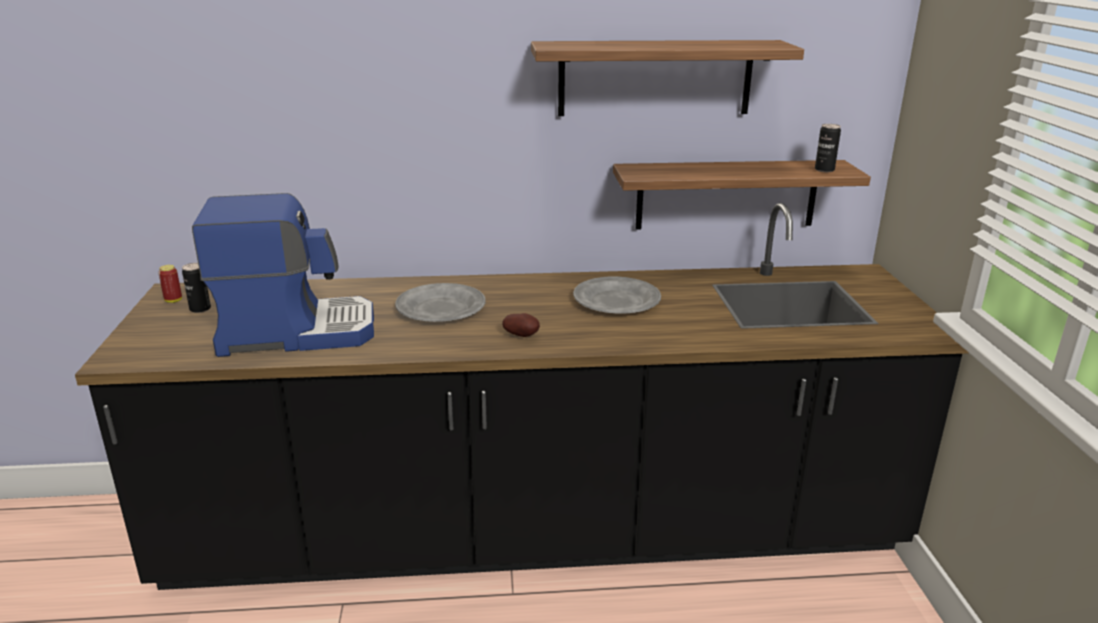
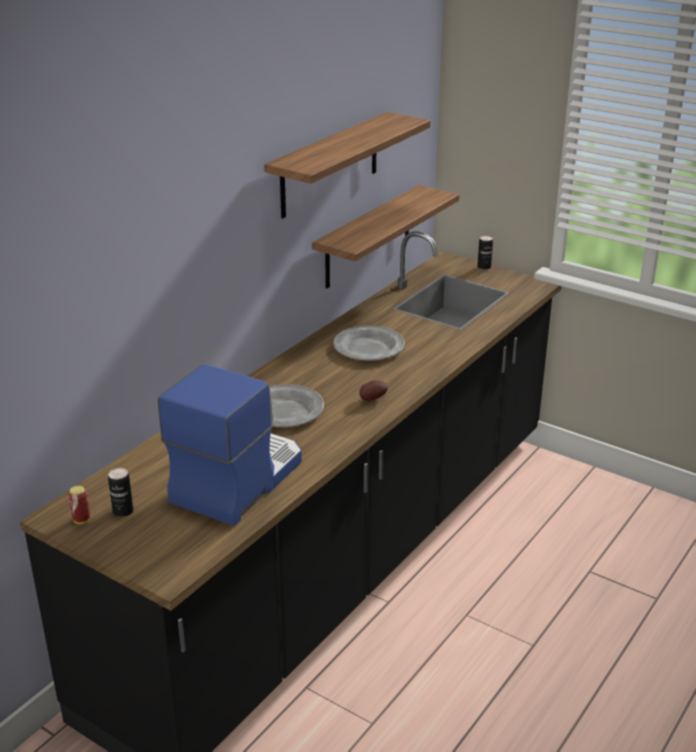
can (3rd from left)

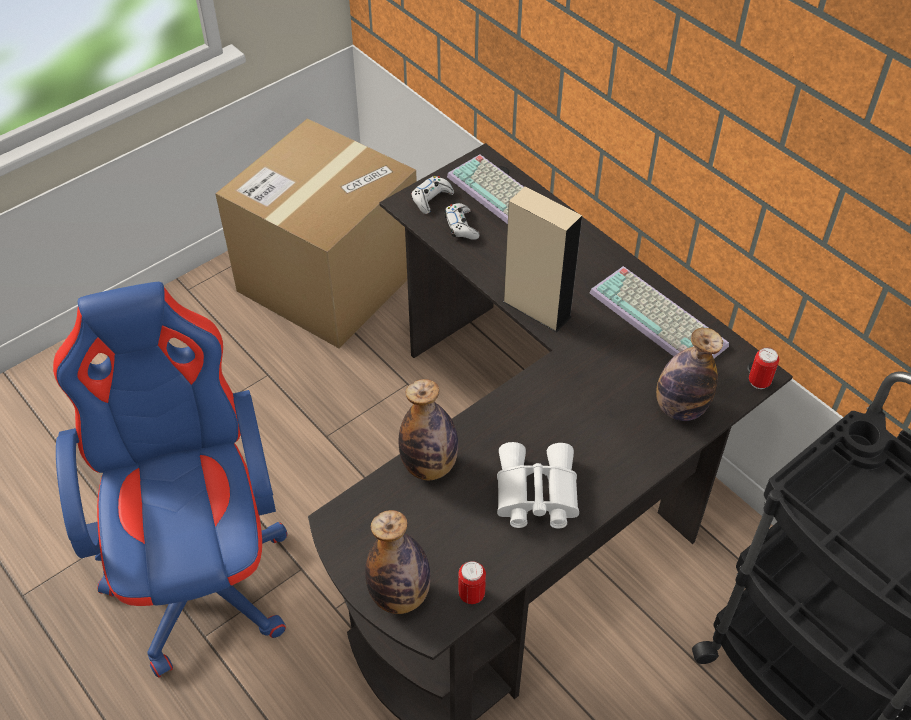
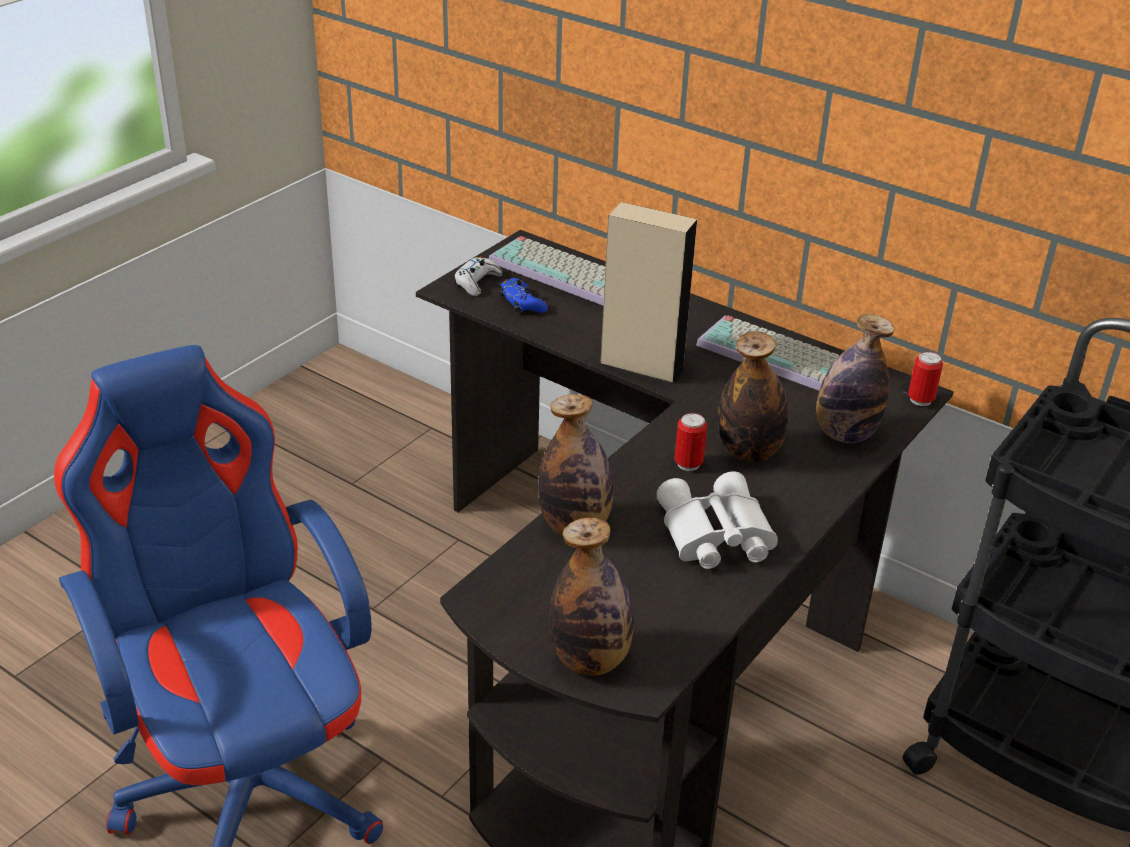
cardboard box
game controller/blue
can (1st from left)
bottle (3rd from left)

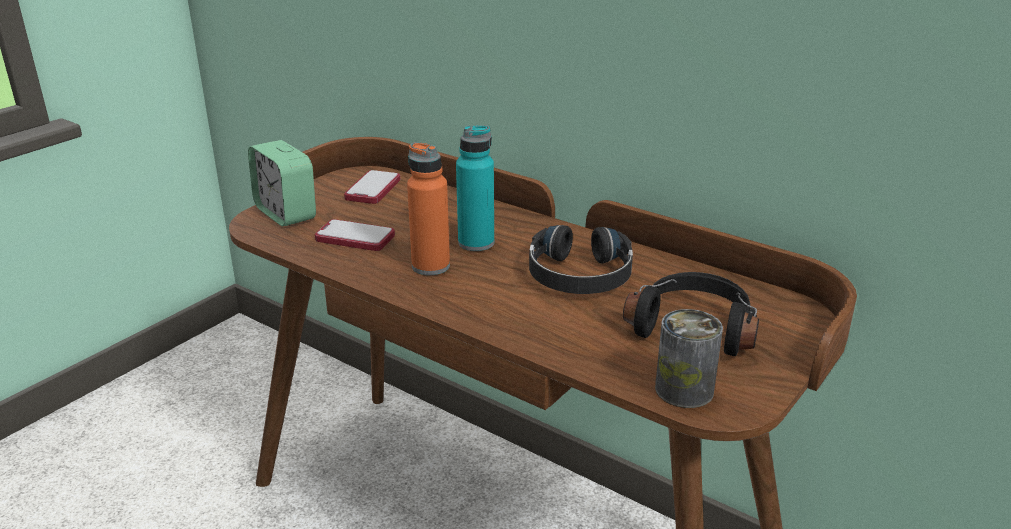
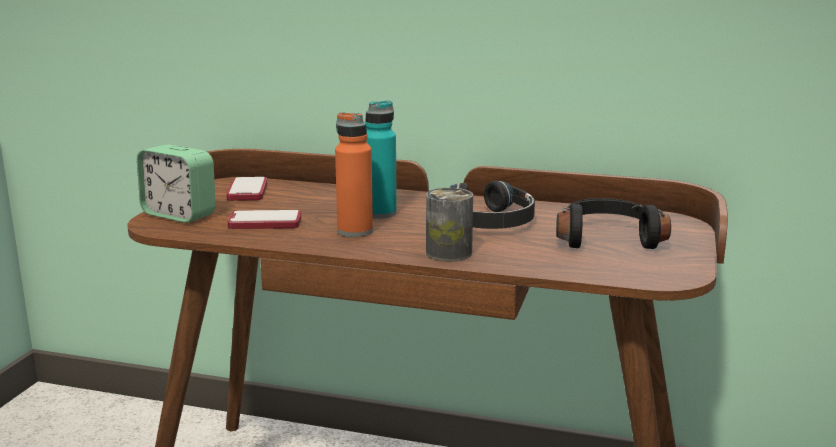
can

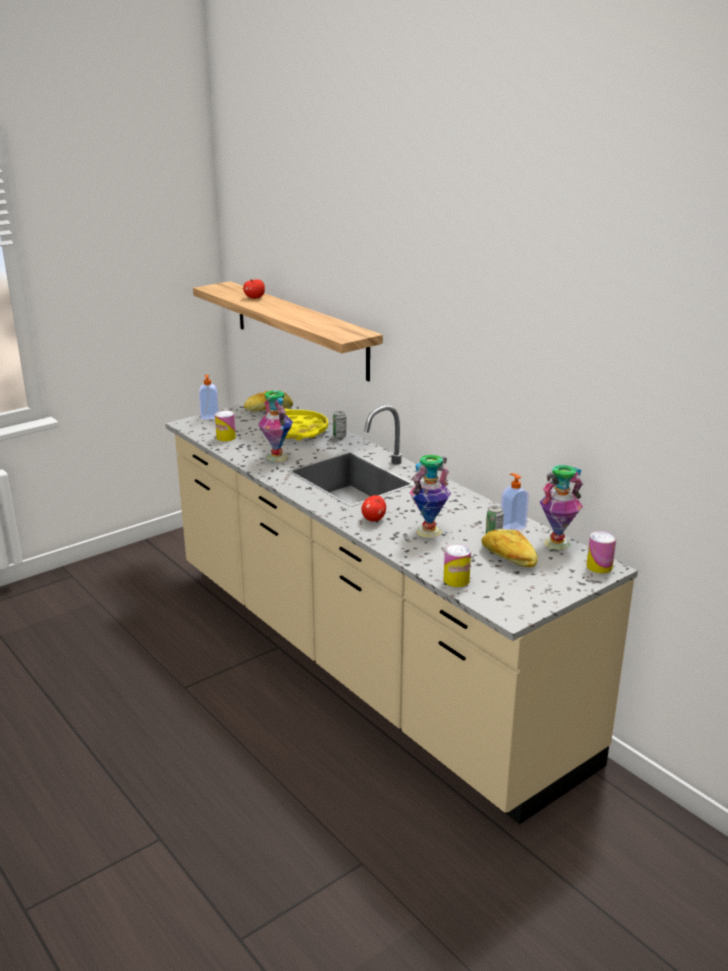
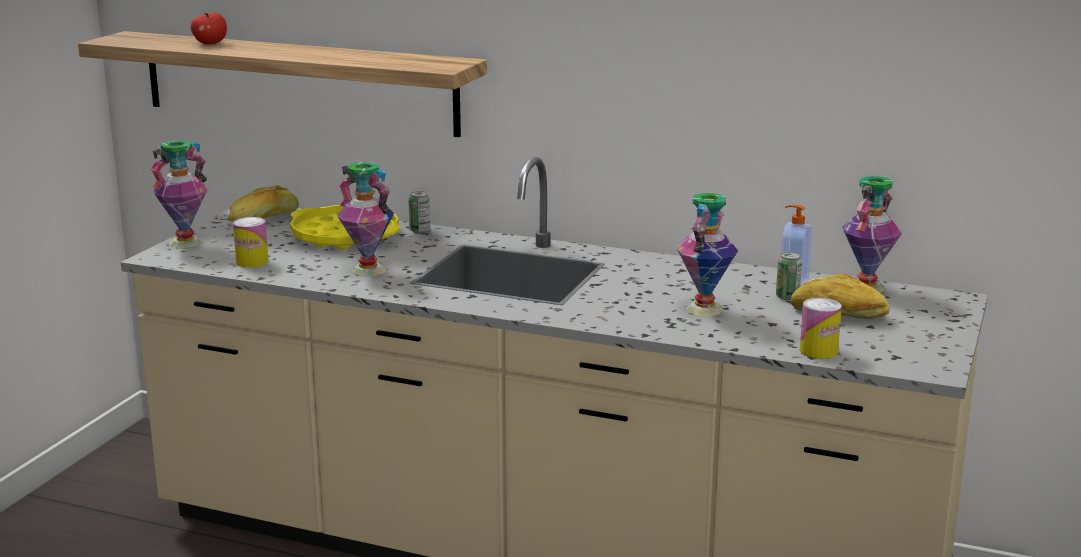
vase (1st from left)
apple (2nd from left in the first image)
can (5th from left in the first image)

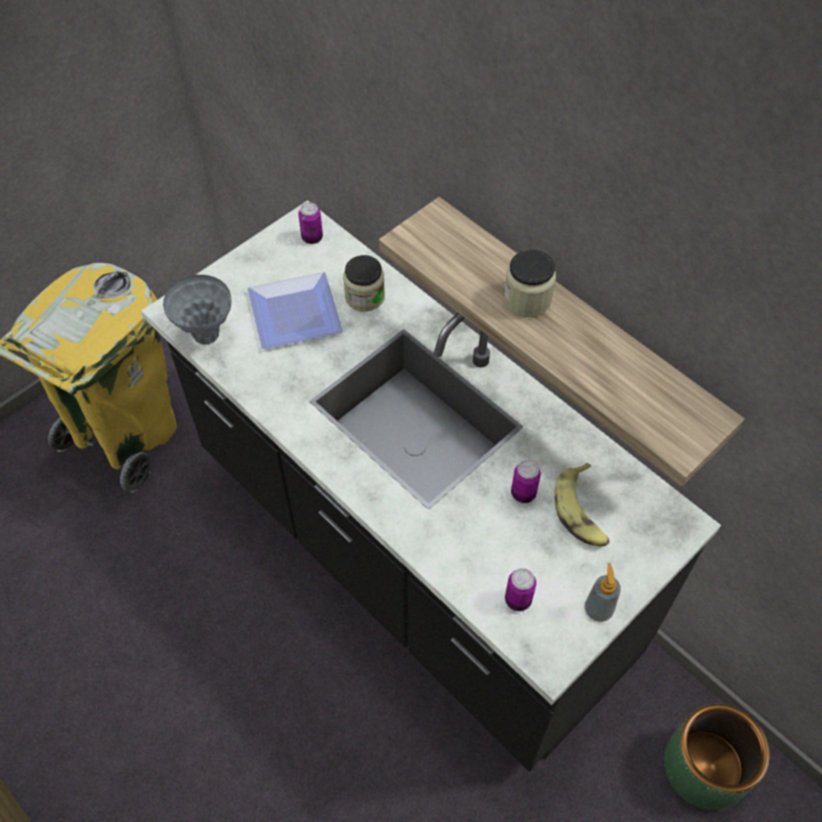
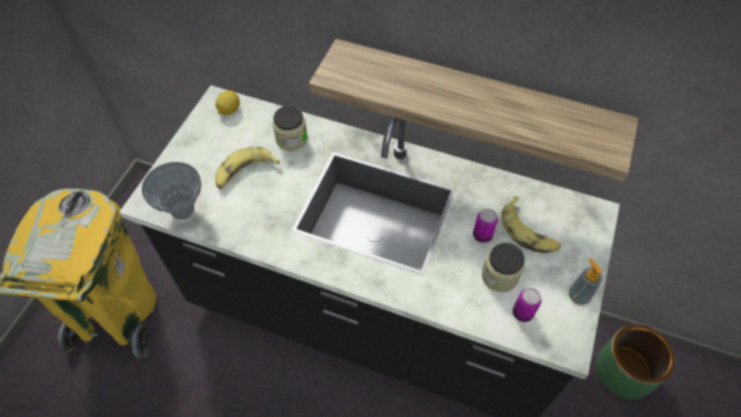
banana (1st from left)
lemon
jar (2nd from left)

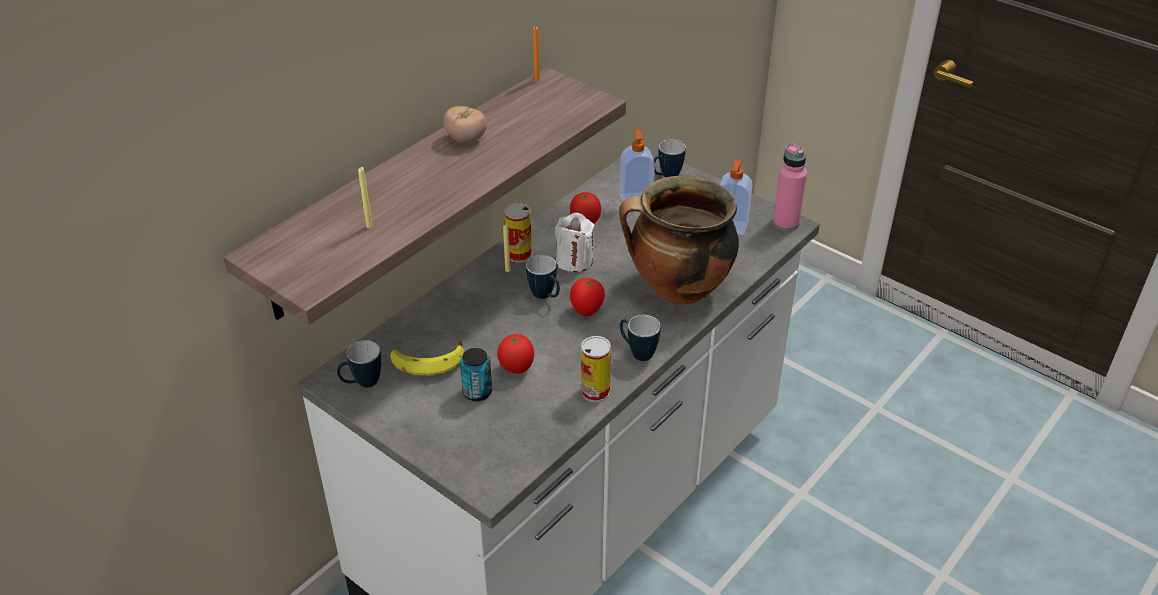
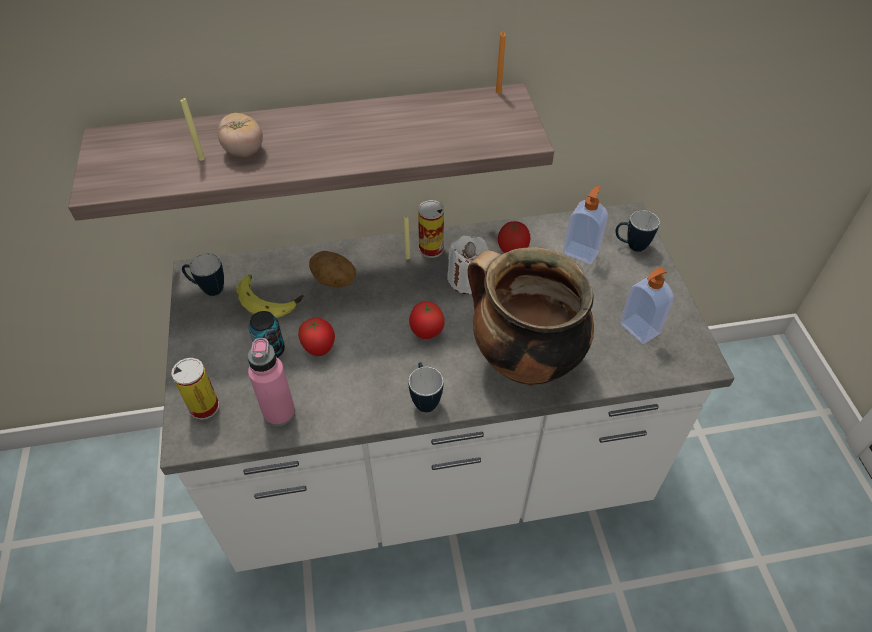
tomato (1st from left)
mug (2nd from left in the first image)
can (1st from left)
bottle/pink
potato

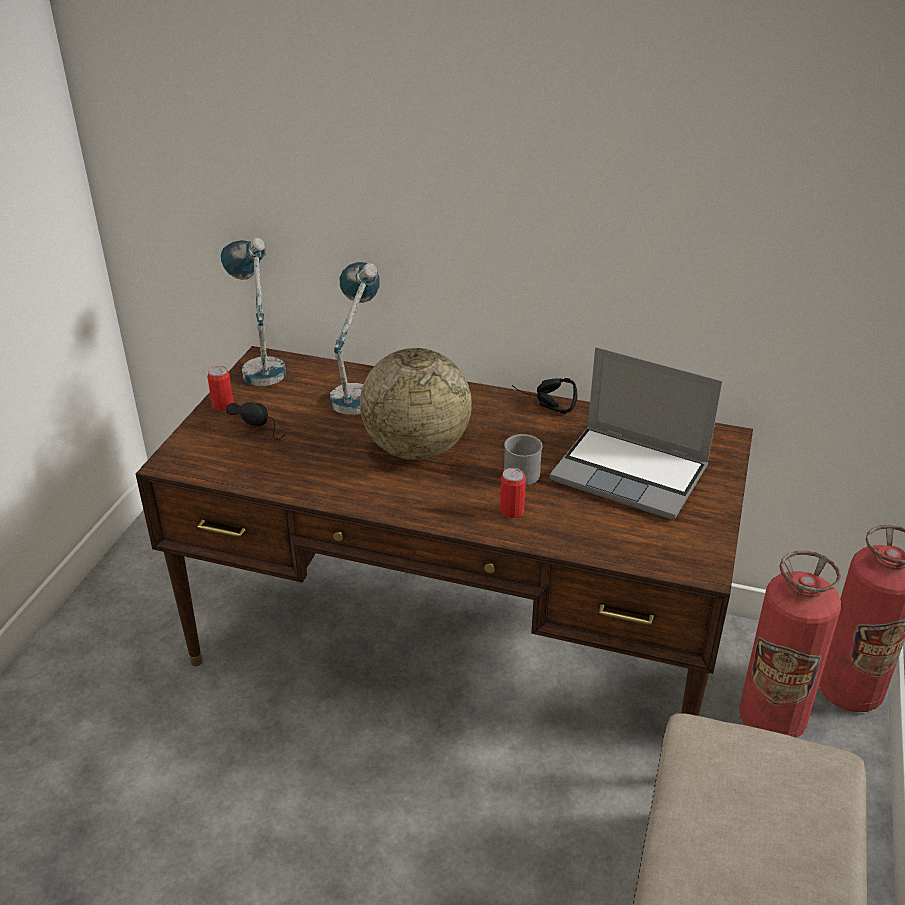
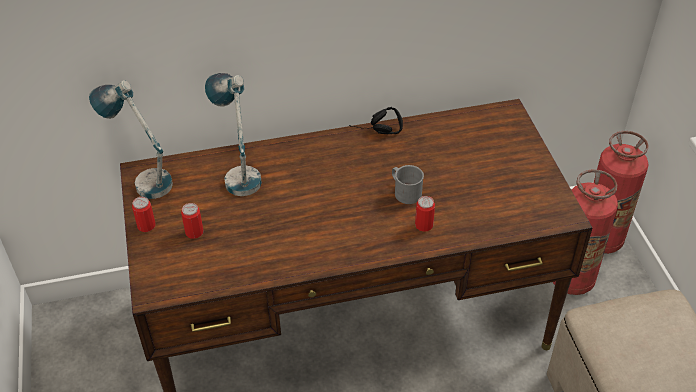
can (2nd from left)
globe
laptop

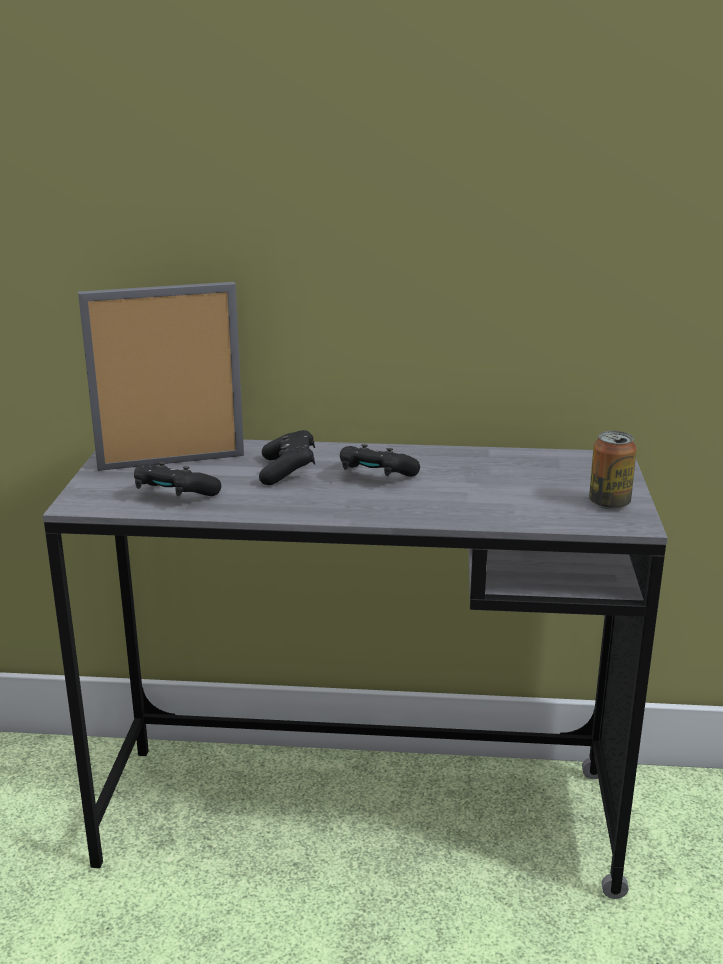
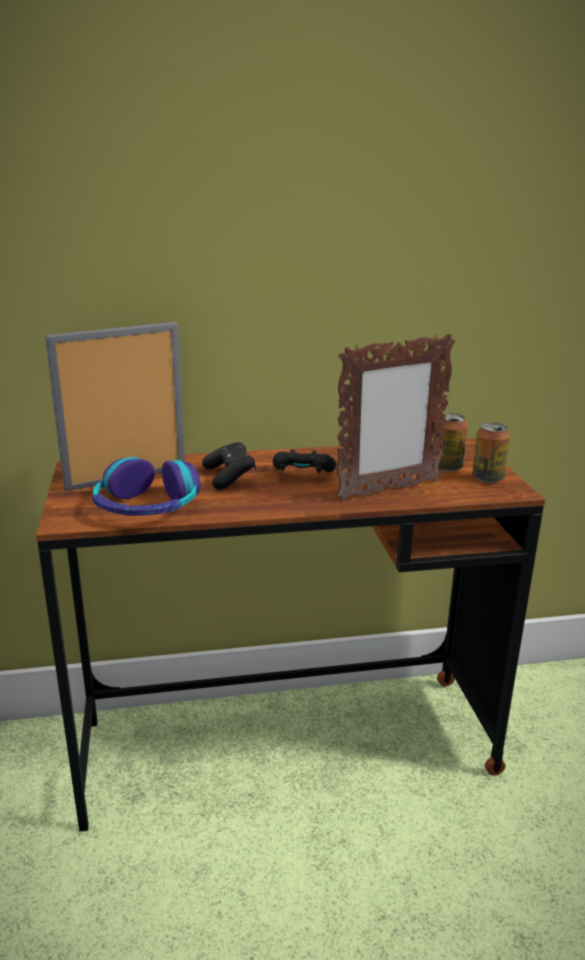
desk/brown
headphones
picture frame (2nd from left)
can (1st from left)

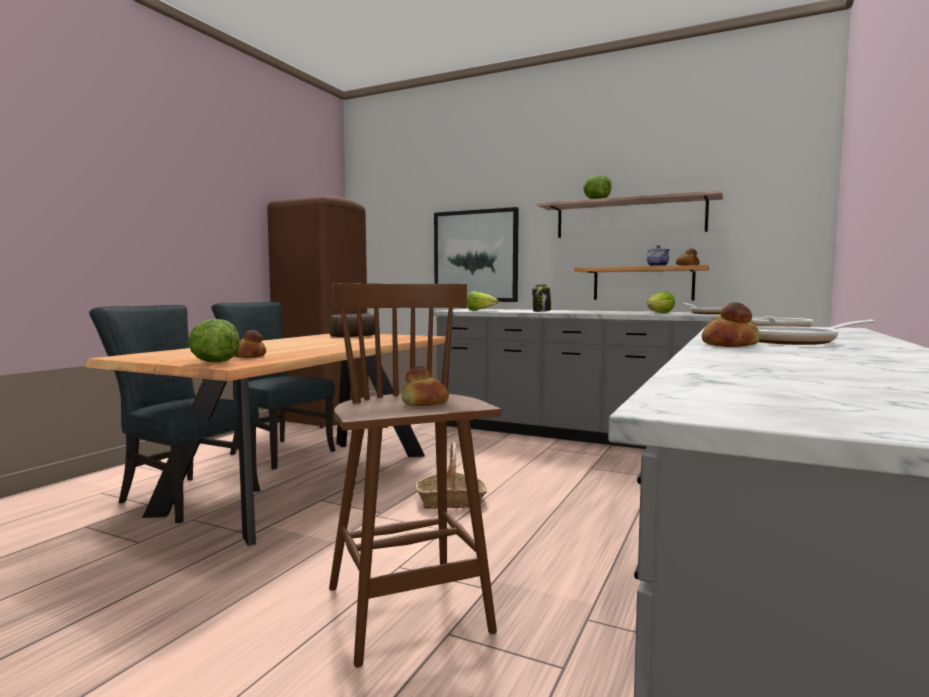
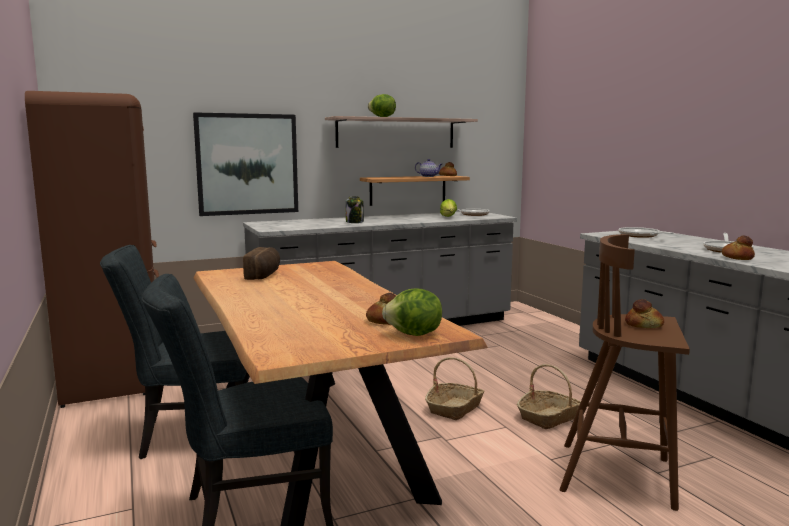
lettuce (2nd from left in the first image)
basket (2nd from left)

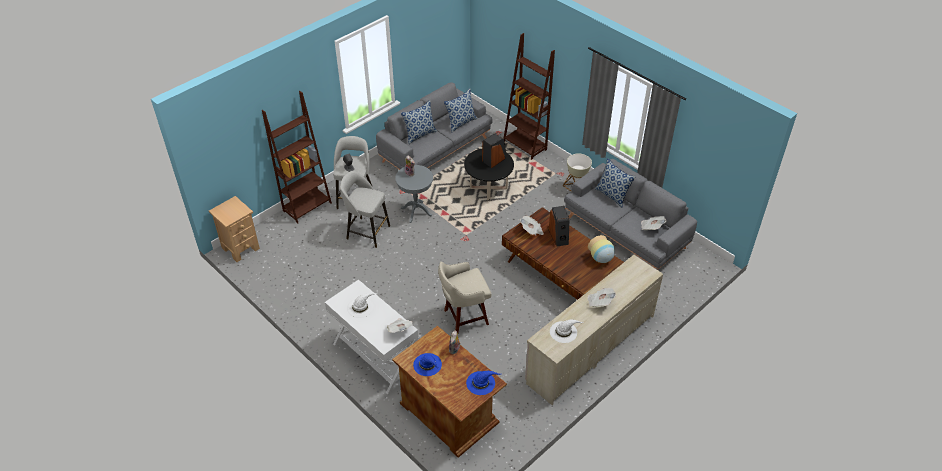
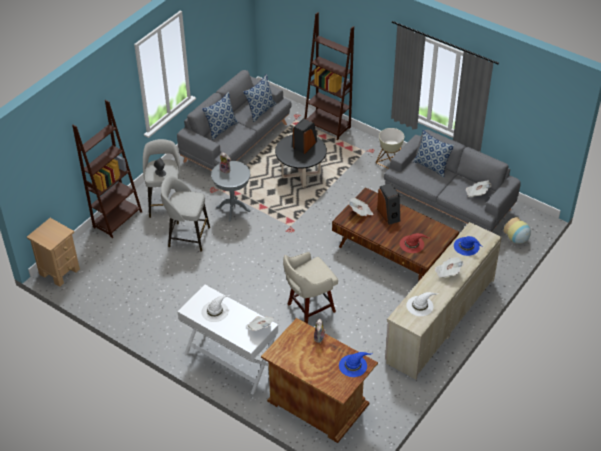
hat/blue (2nd from left)
vase
hat/red

